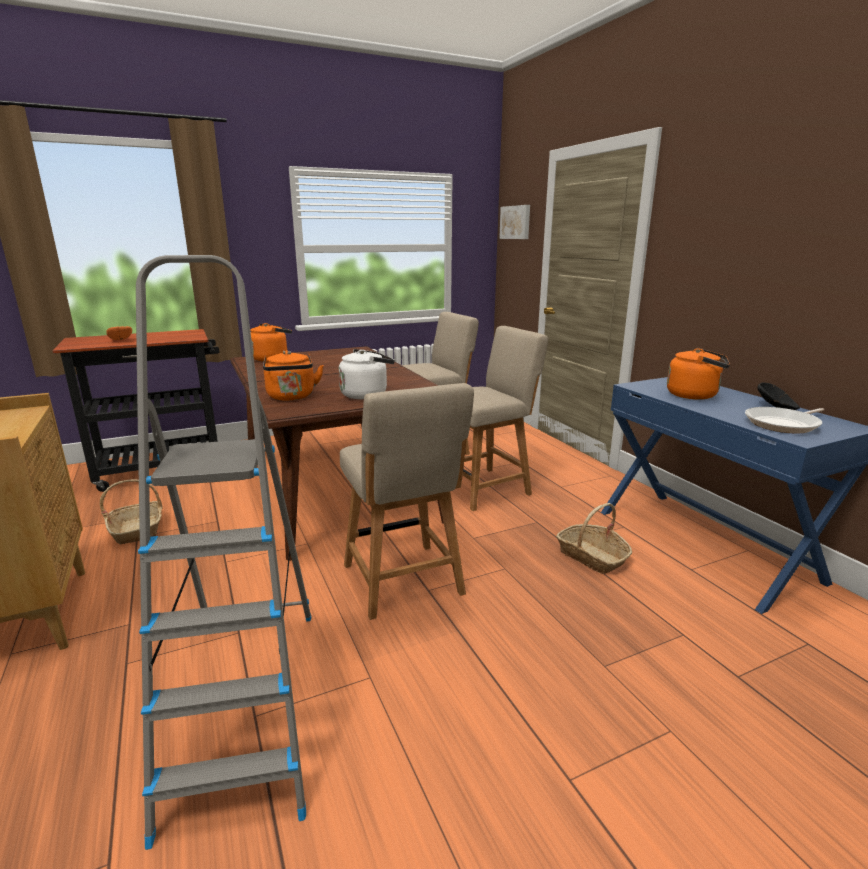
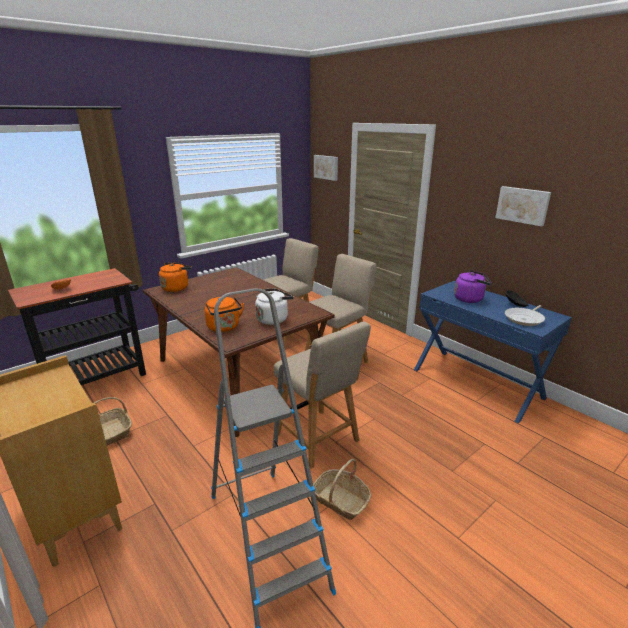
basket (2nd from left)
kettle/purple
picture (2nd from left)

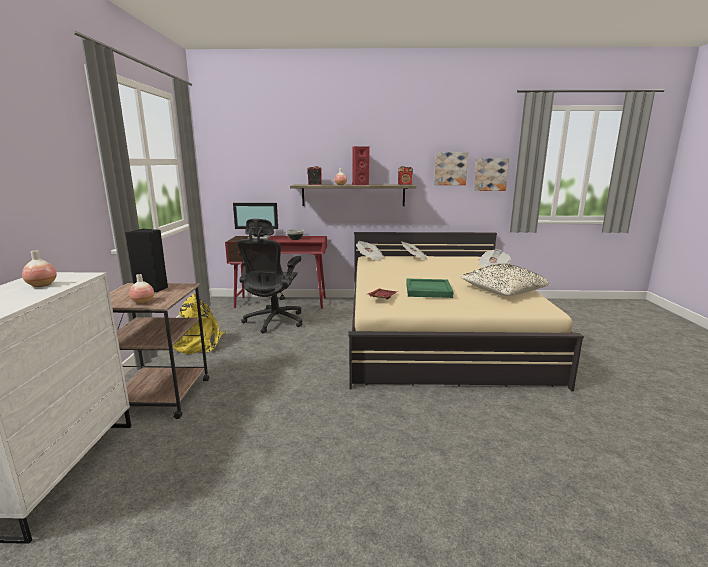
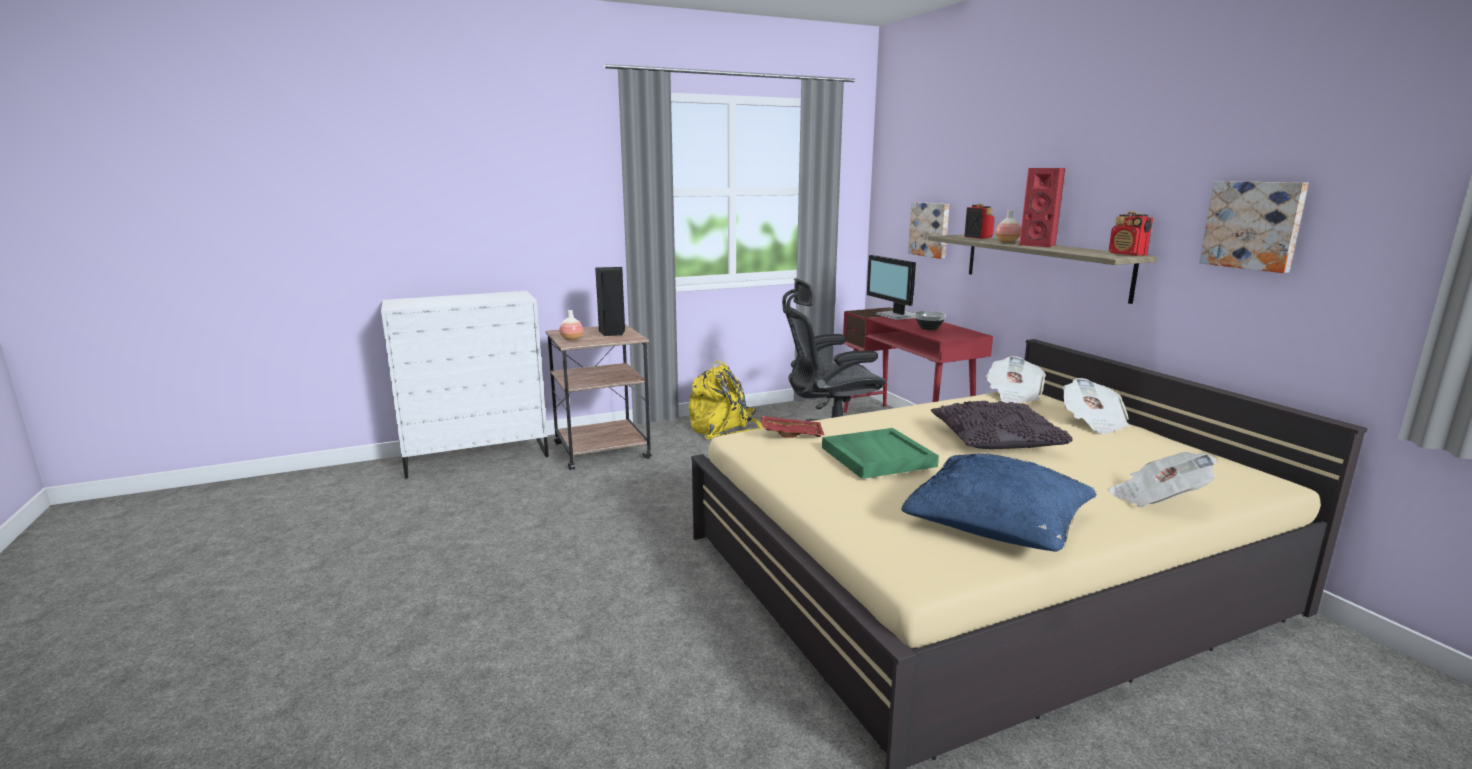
vase (1st from left in the first image)
pillow/blue
picture (1st from left)
pillow/black

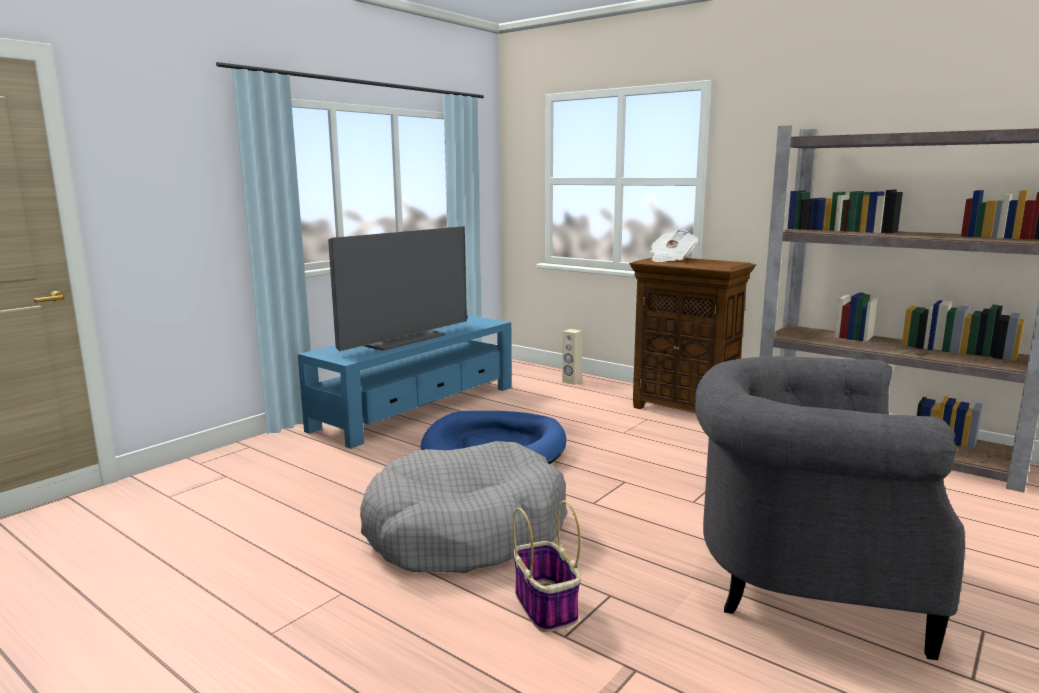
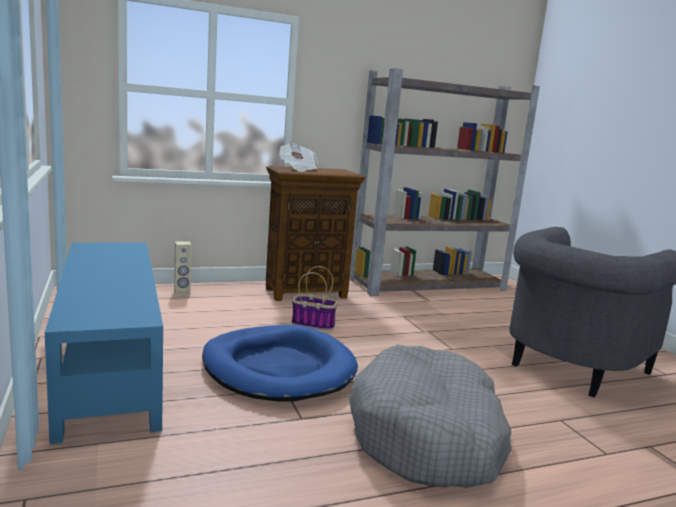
television
basket

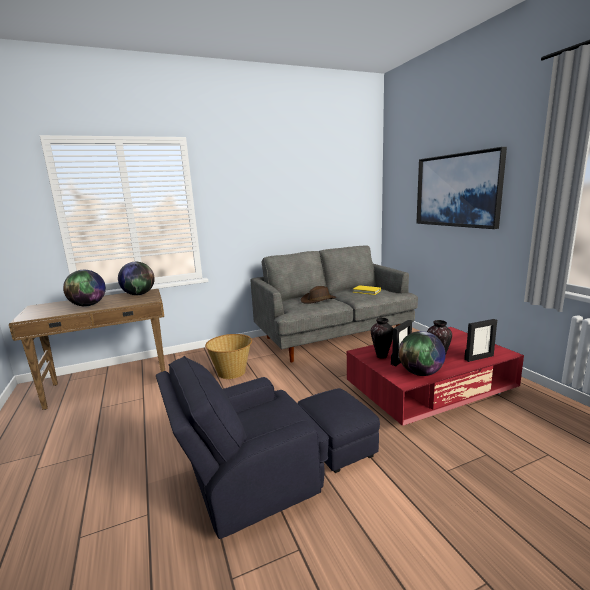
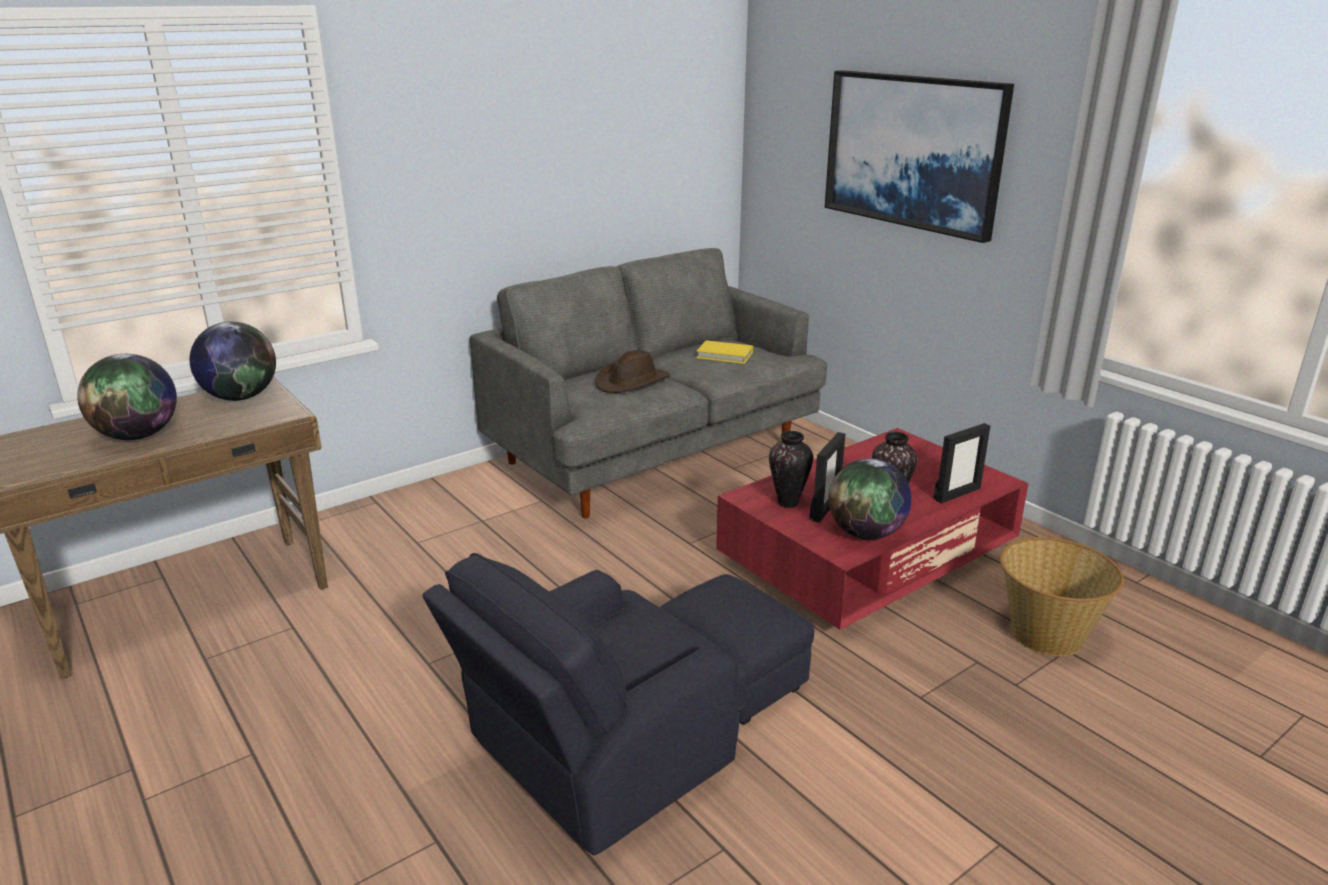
basket

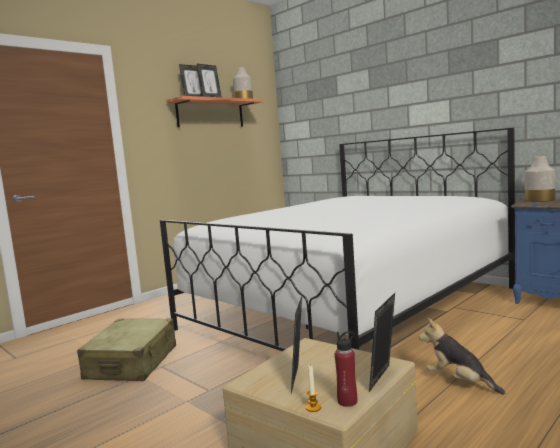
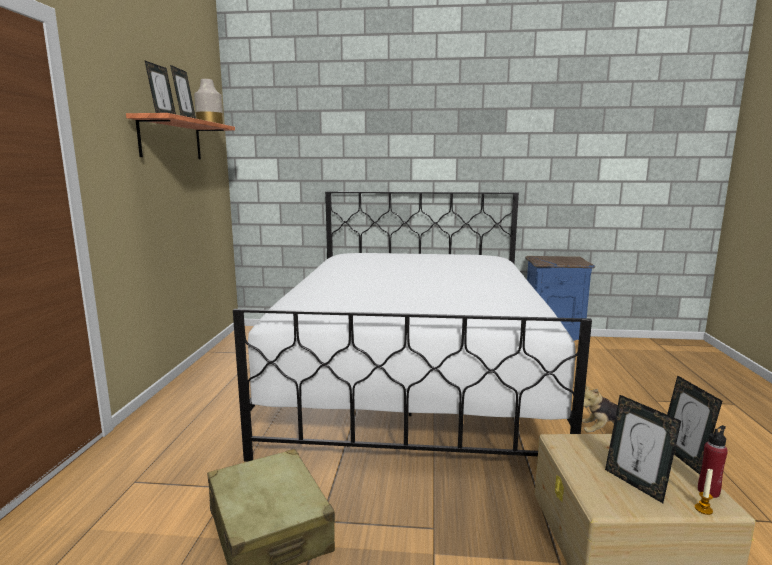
vase/beige (2nd from left in the first image)

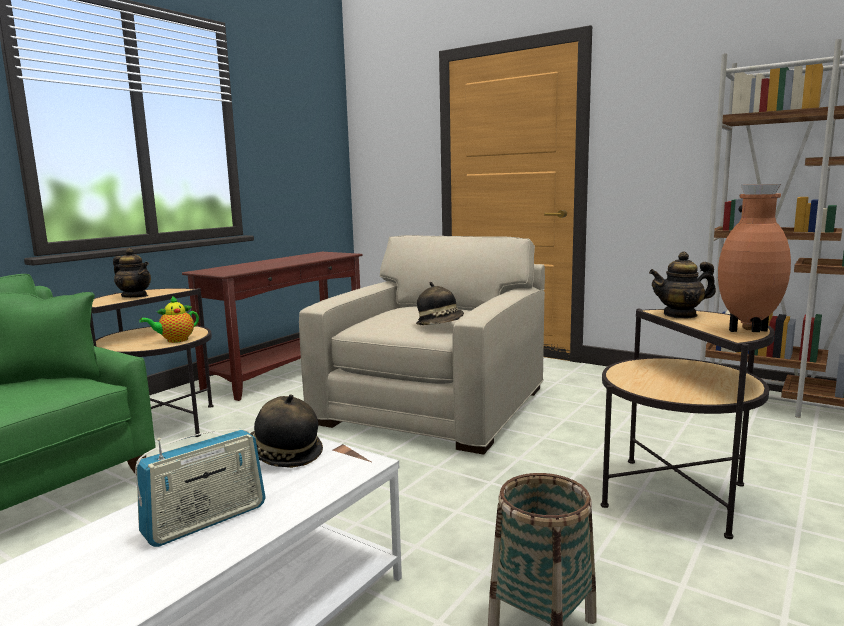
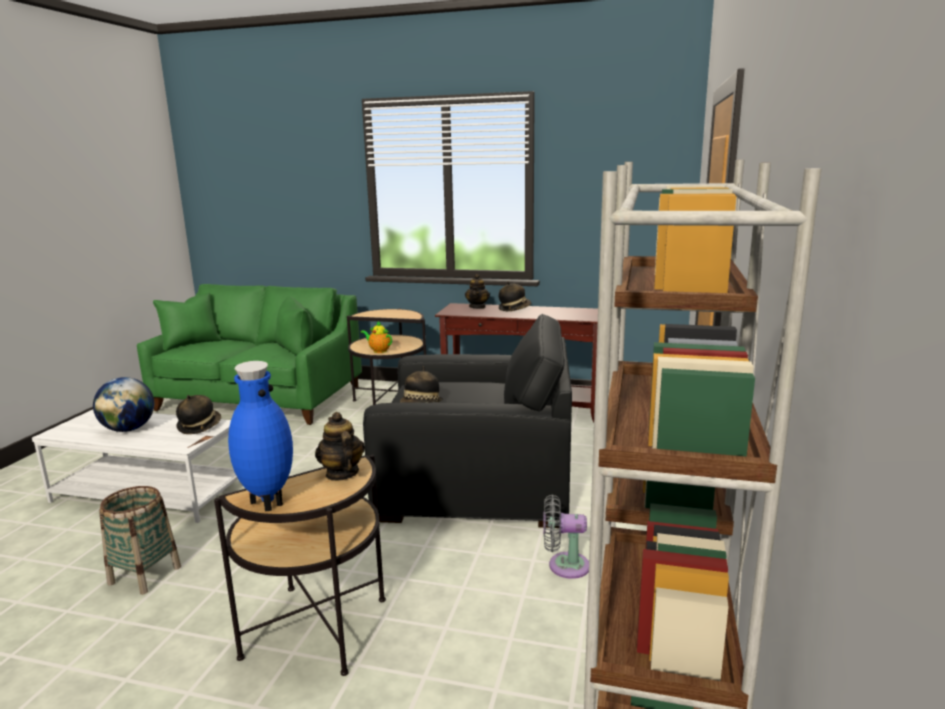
teapot (3rd from left)
globe
armchair/black
vase/blue
hat (3rd from left)
fan/grey

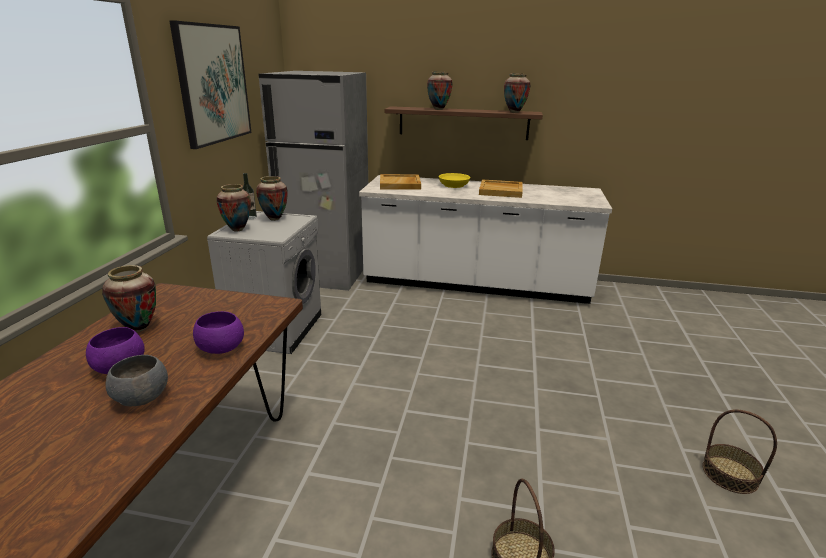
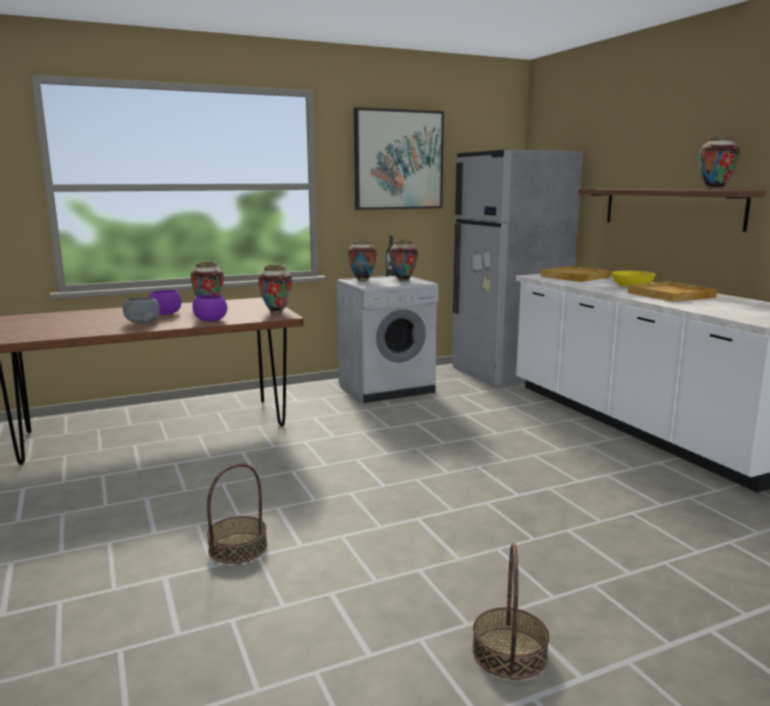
vase (2nd from left)

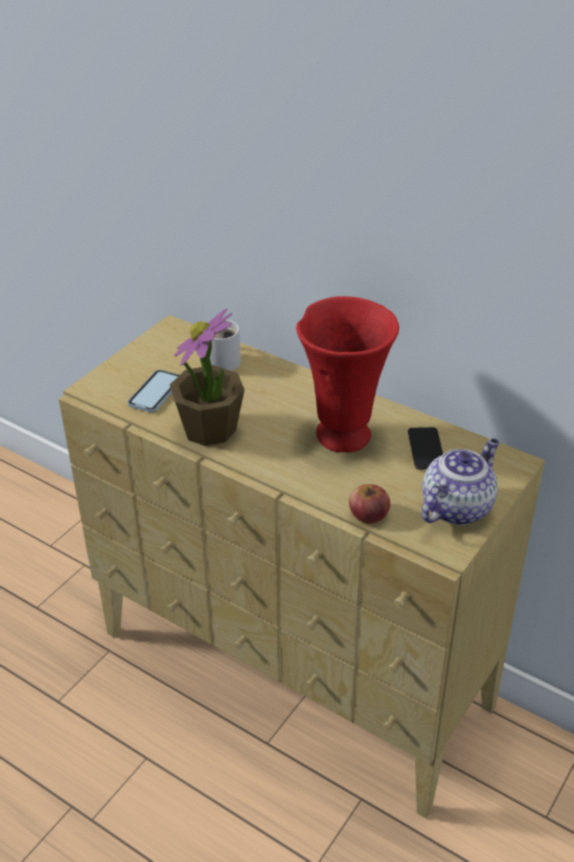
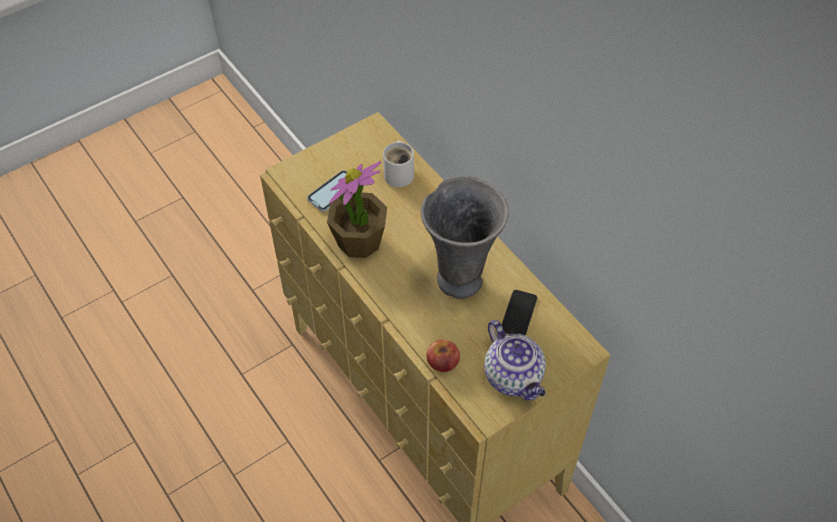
vase/grey
teapot

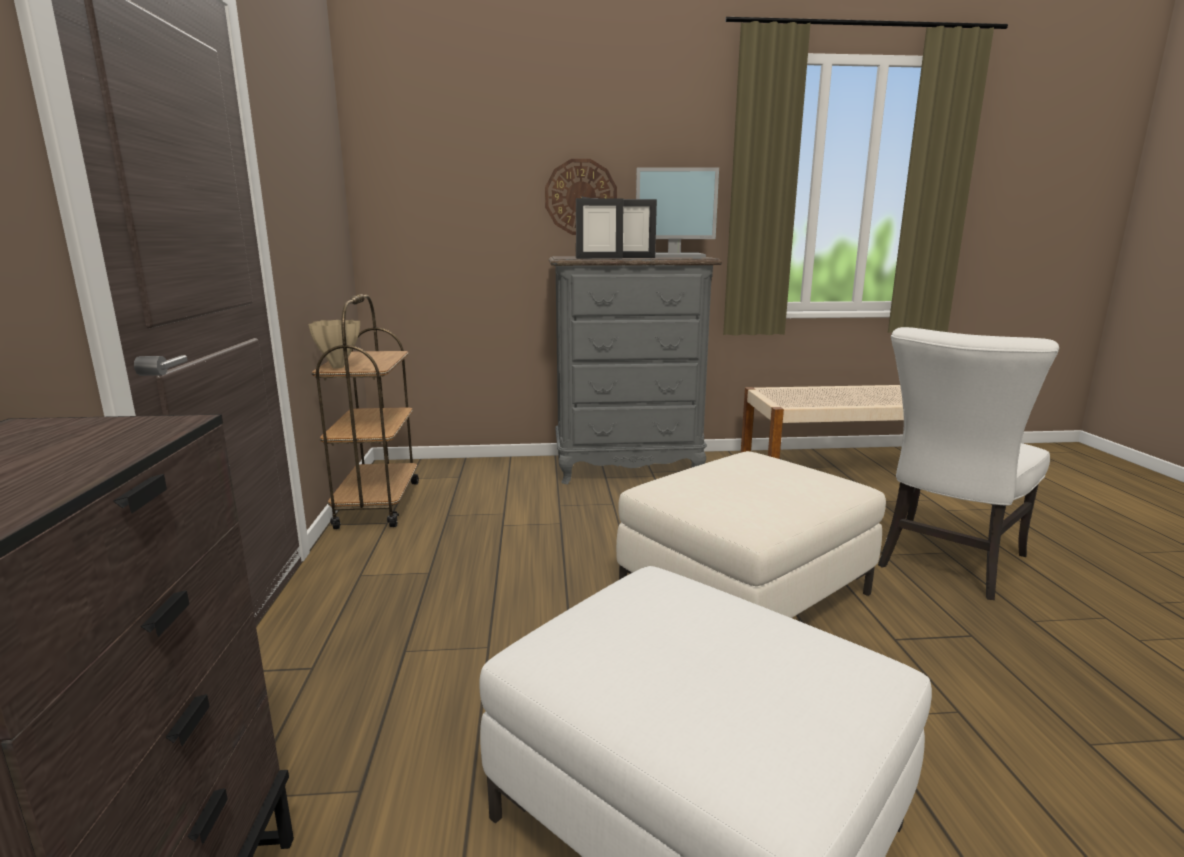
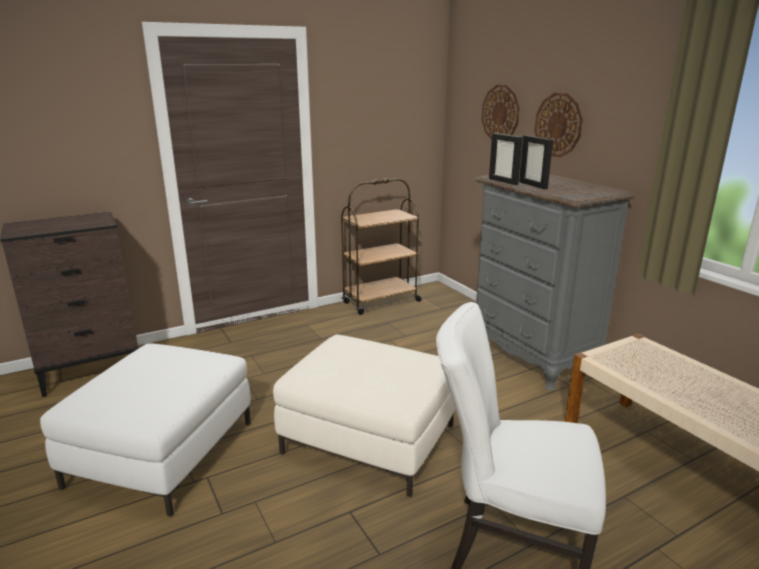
vase/beige
monitor
wall clock (1st from left)

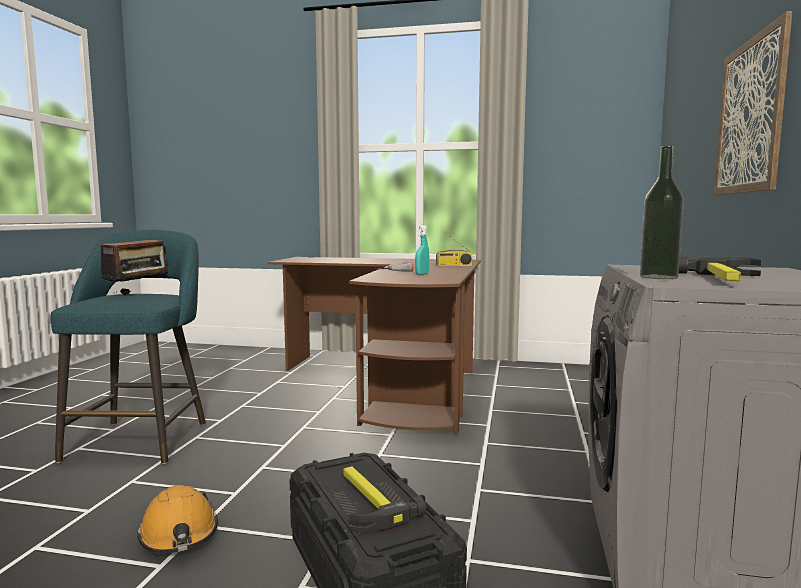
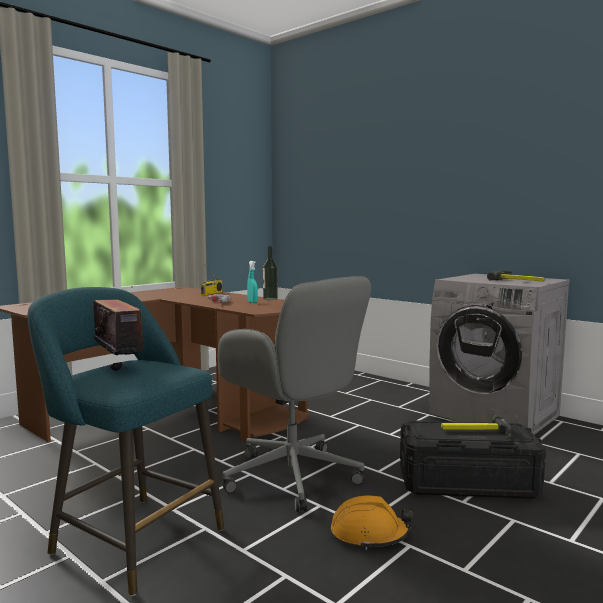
bottle
picture
office chair/grey

